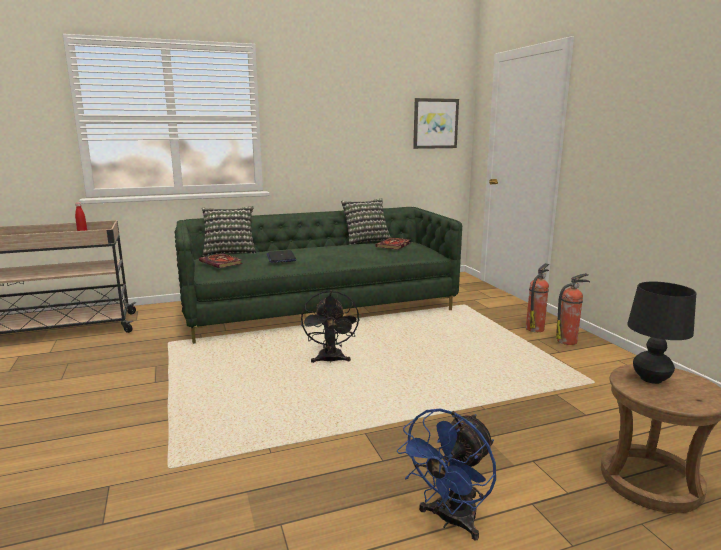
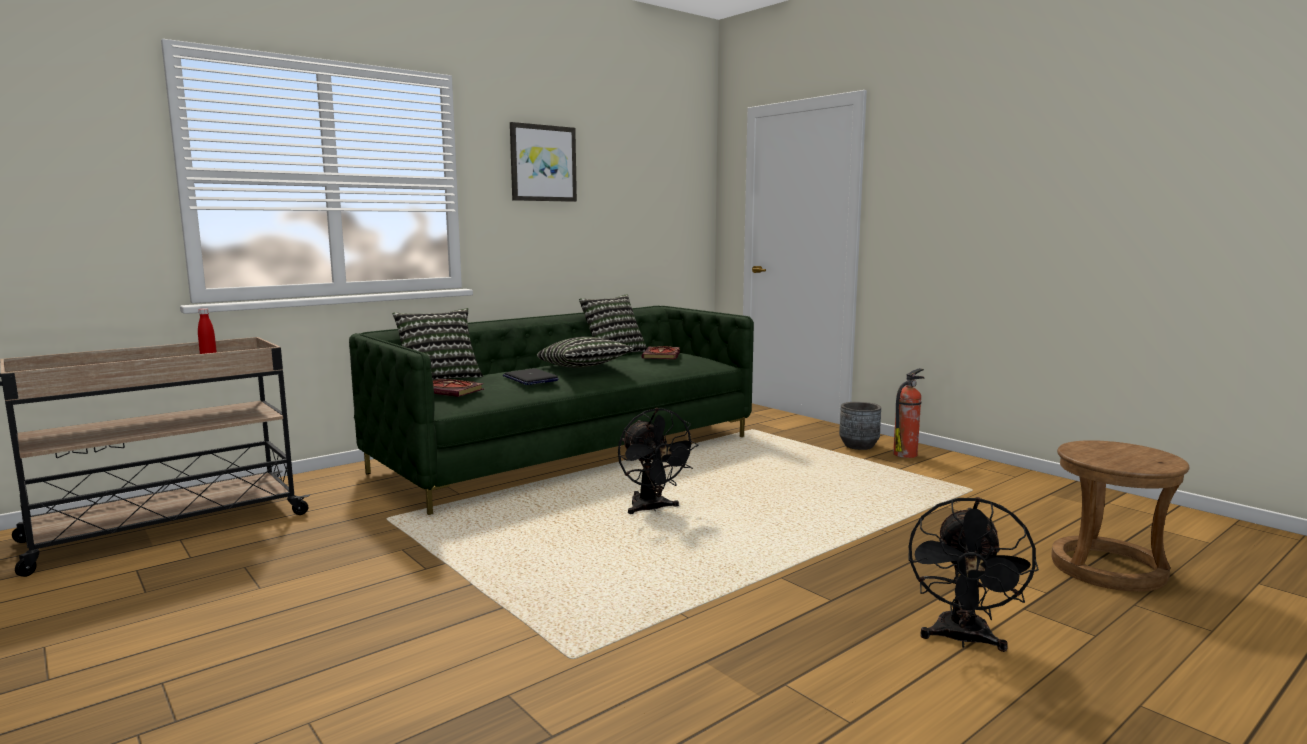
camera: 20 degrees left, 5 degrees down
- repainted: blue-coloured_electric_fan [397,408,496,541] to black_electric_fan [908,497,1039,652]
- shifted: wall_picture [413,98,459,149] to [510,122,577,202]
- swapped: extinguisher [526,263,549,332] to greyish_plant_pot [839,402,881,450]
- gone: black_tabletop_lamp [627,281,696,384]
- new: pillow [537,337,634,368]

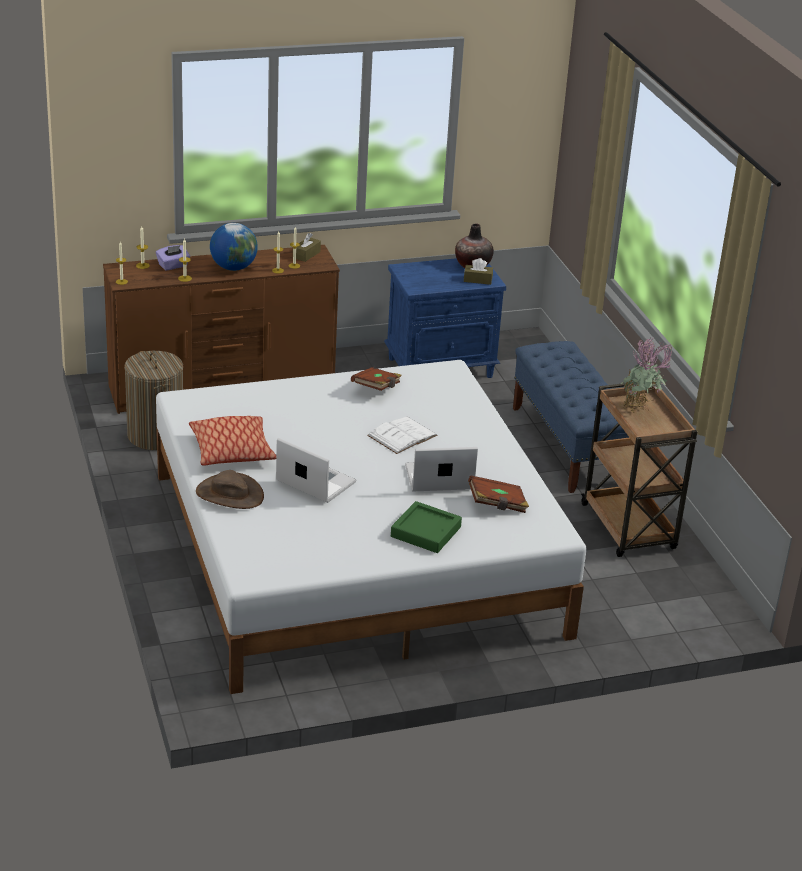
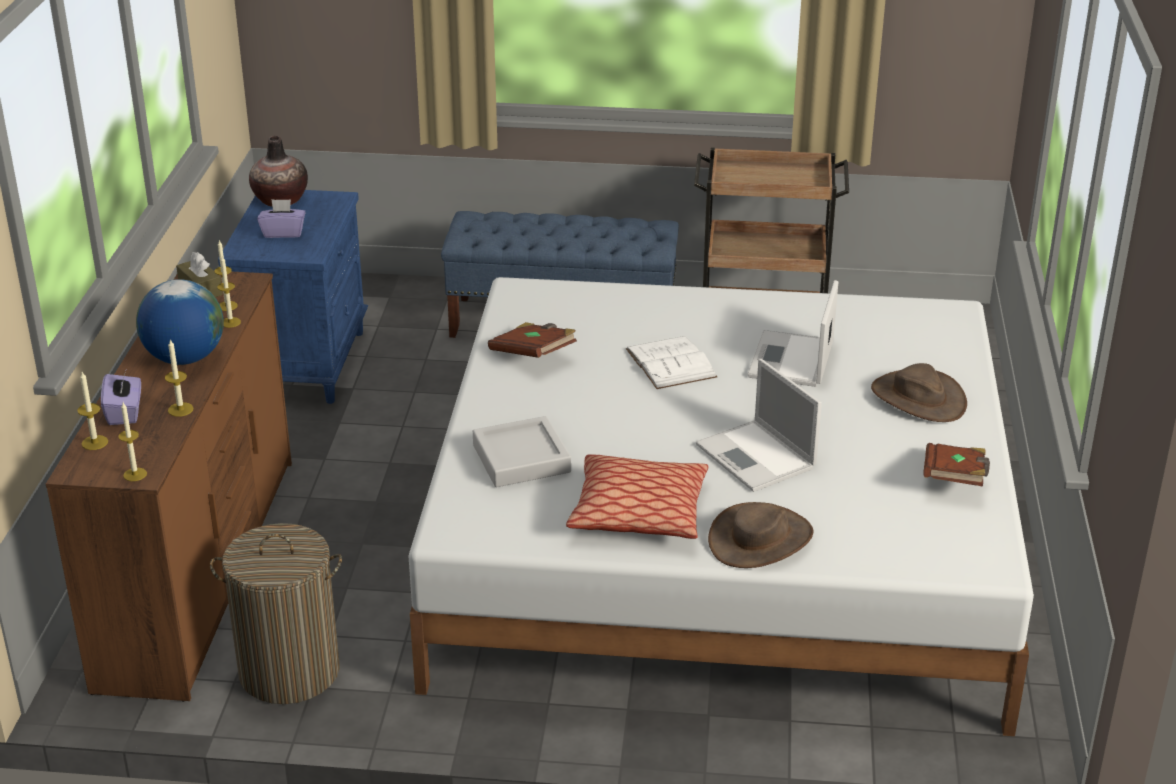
camera: 65 degrees left, 0 degrees up
- rotated: notebook_computer [276,438,356,503] = [696,359,822,492] 90 degrees counterclockwise
- swapped: green_carrying_tray [391,501,462,553] to brown_clothing_hat [871,363,967,422]
- gone: brown_box_of_tissues [464,258,493,285]
- shifted: brown_volume [468,476,529,513] to [923,443,990,486]
- gone: houseplant [621,336,672,412]
- new: purplish_box_of_tissues [257,199,306,238]
- new: greyish_carrying_tray [473,416,571,487]

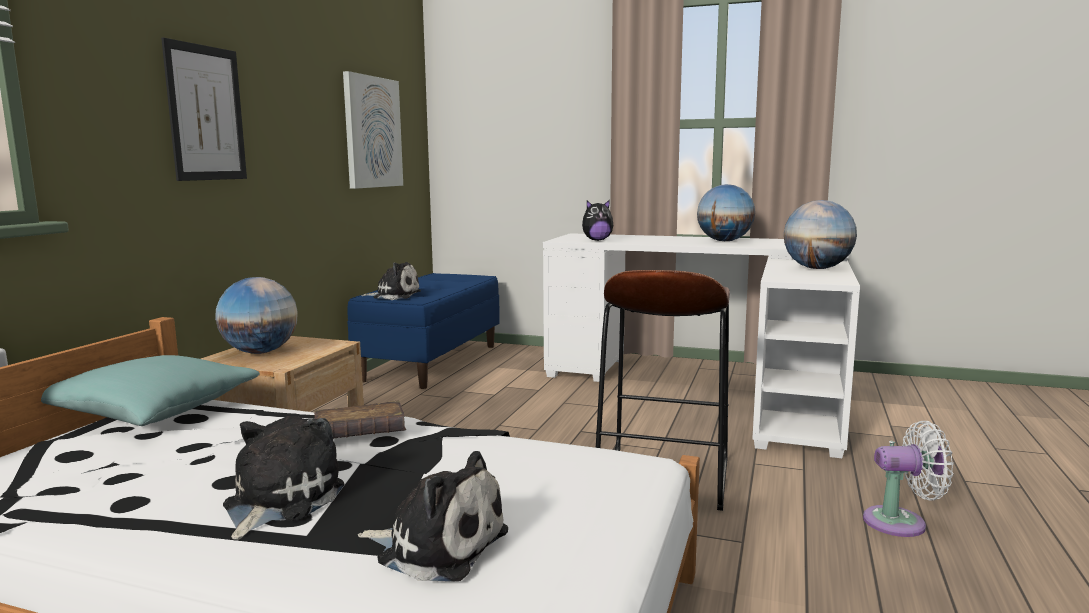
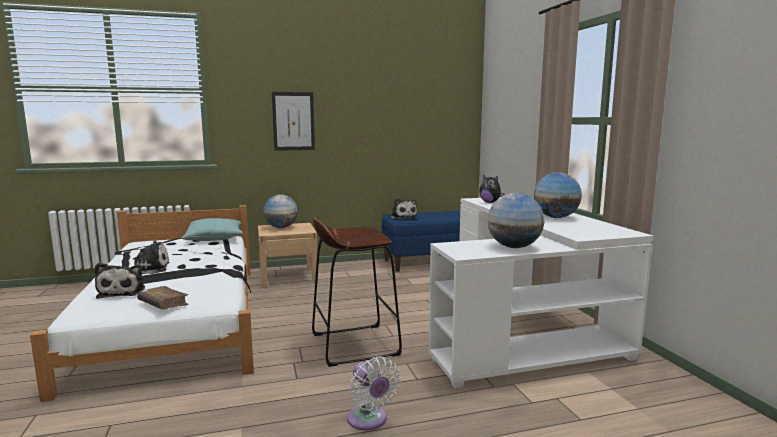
camera: 55 degrees right, 0 degrees up
- shifted: brown_volume [314,400,406,439] to [137,286,189,310]
- gone: wall_picture [343,71,403,189]

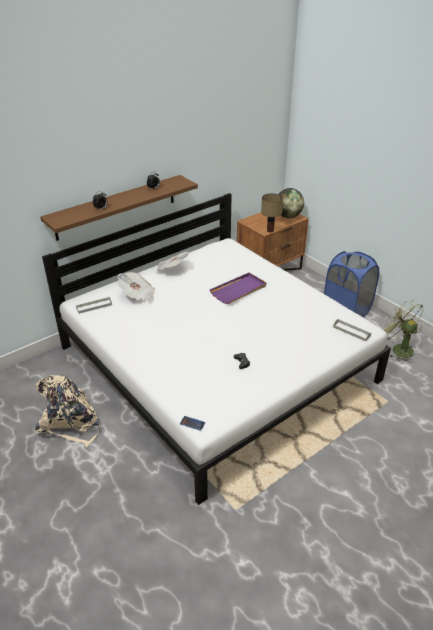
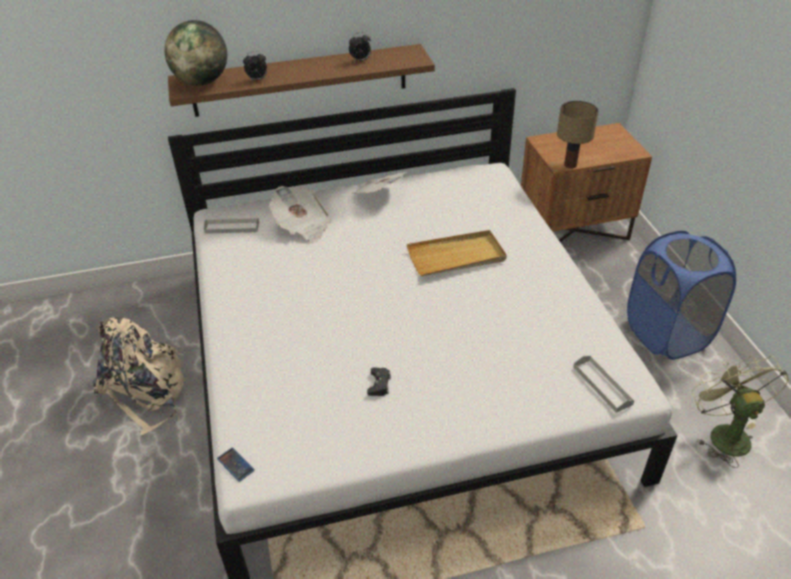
camera: 25 degrees right, 5 degrees up
- repainted: purplish_carrying_tray [210,273,266,304] to sand-coloured_carrying_tray [407,230,507,276]
- shifted: world_globe [279,188,304,218] to [165,20,227,86]

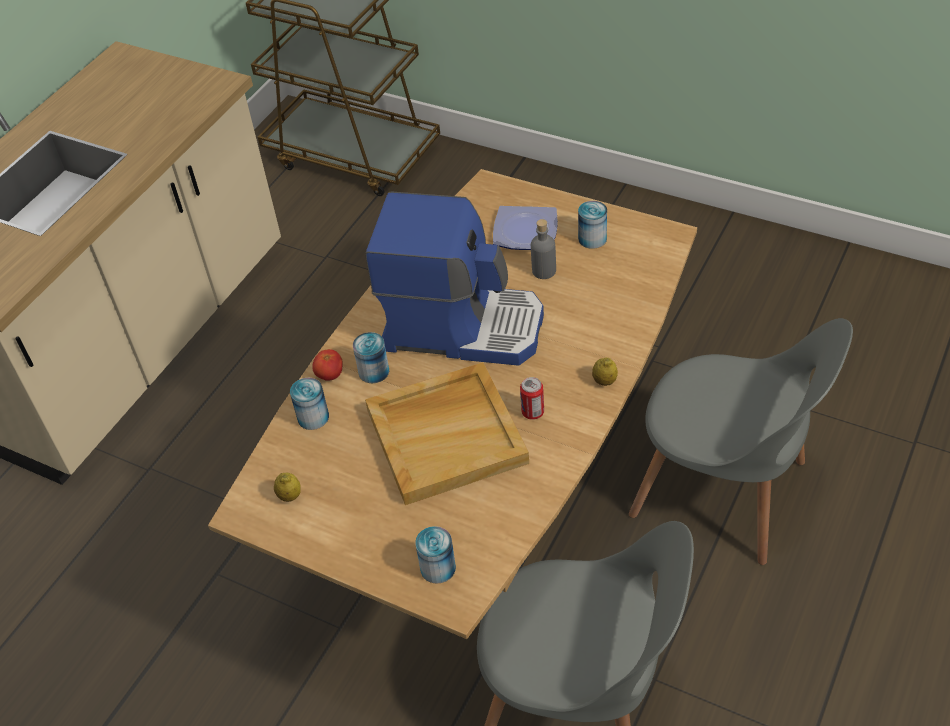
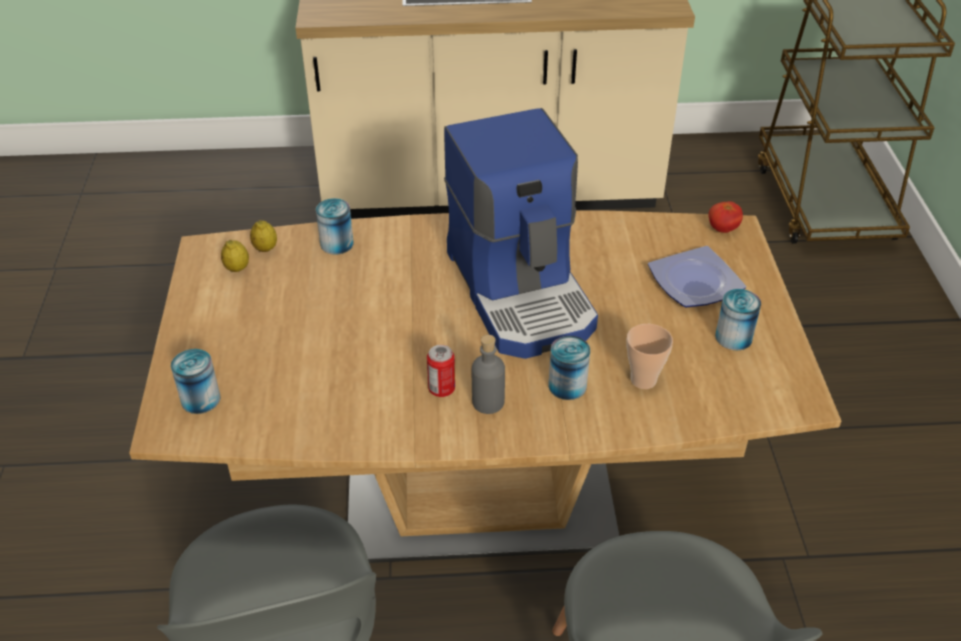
camera: 55 degrees right, 5 degrees down
- shifted: whole_tomato [312,349,343,381] to [708,201,743,233]
- shifted: metal_can [353,332,389,383] to [548,336,590,400]
- gone: sand-coloured_carrying_tray [365,362,529,505]
- shifted: greyish_drink_bottle [531,219,556,279] to [472,335,505,414]
- shifted: citrus_fruit [592,357,618,386] to [250,220,277,252]
- new: drinking_cup [626,324,673,389]

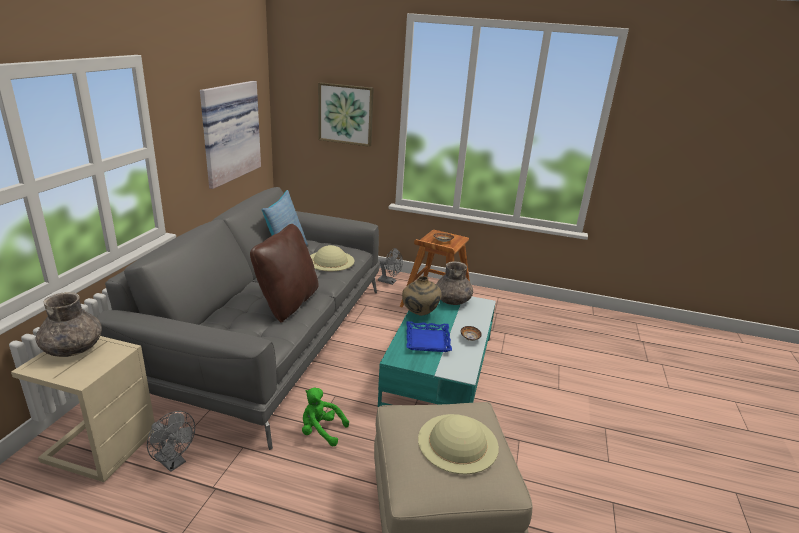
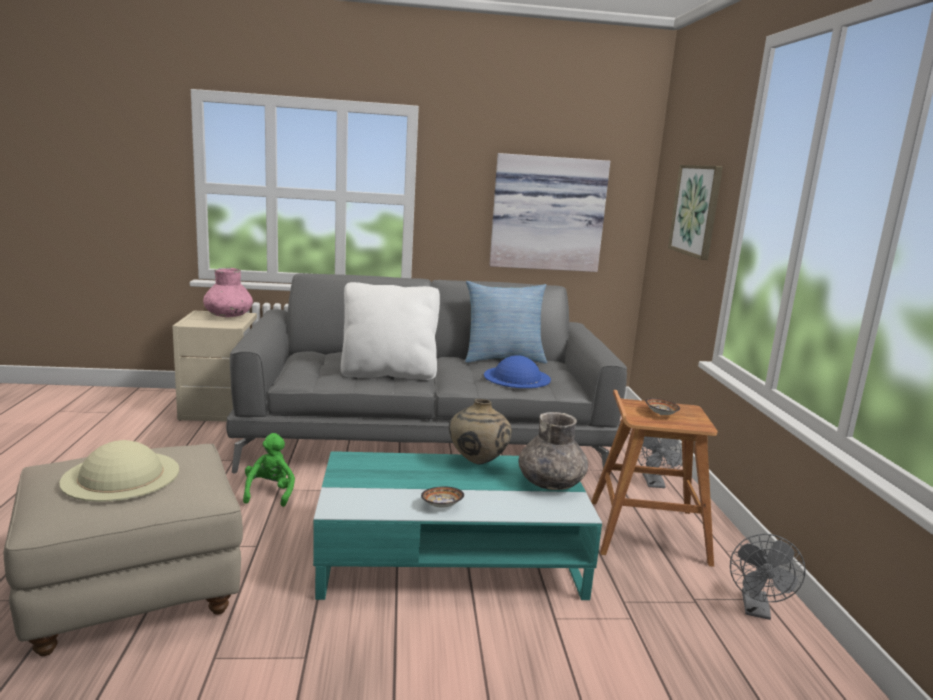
camera: 70 degrees right, 10 degrees down
- repainted: greyish_decorative_vase [35,292,102,357] to pink-coloured_decorative_vase [203,268,253,317]
- shifted: greyish_electric_fan [147,411,195,472] to [730,534,806,620]
- repainted: brown_pillow [250,224,319,323] to whitish_pillow [341,282,440,380]
- repainted: sand-coloured_clothing_hat [310,245,354,271] to blue-coloured_clothing_hat [484,355,551,388]
- gone: blue-coloured_carrying_tray [406,321,452,352]

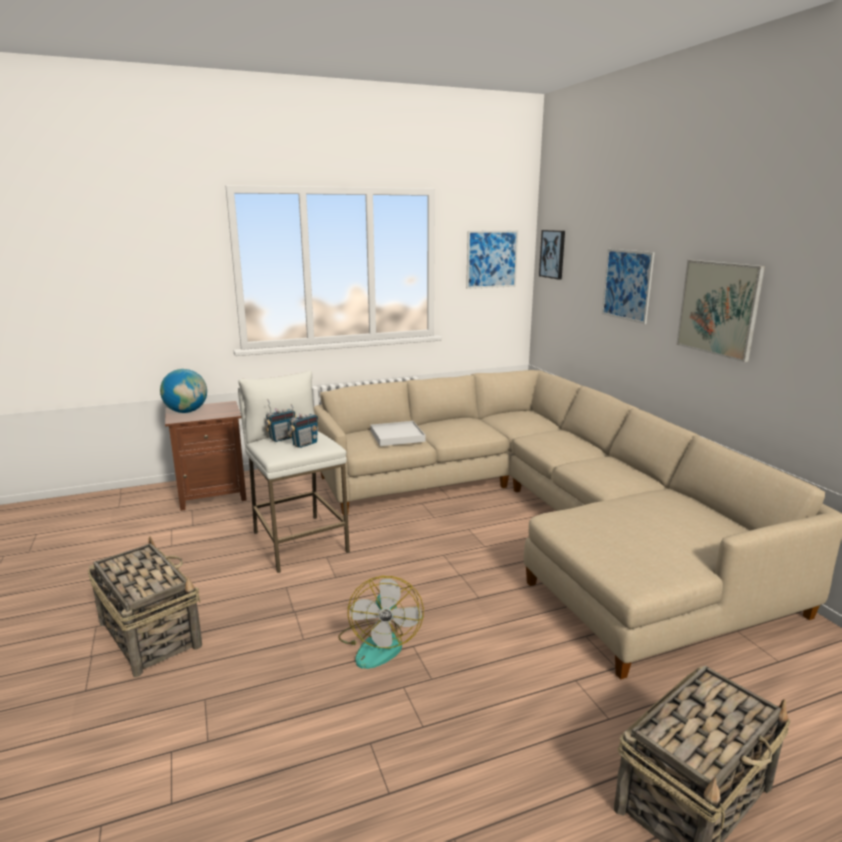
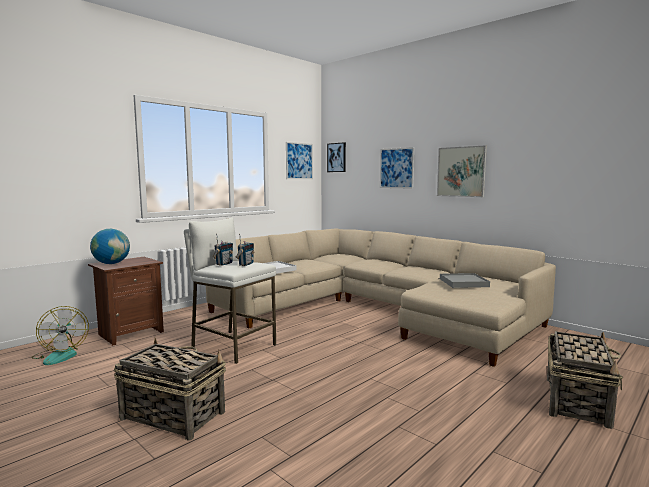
camera: 25 degrees left, 10 degrees down
- shifted: electric_fan [338,576,424,669] to [31,306,89,365]
- new: greyish_carrying_tray [440,273,490,288]

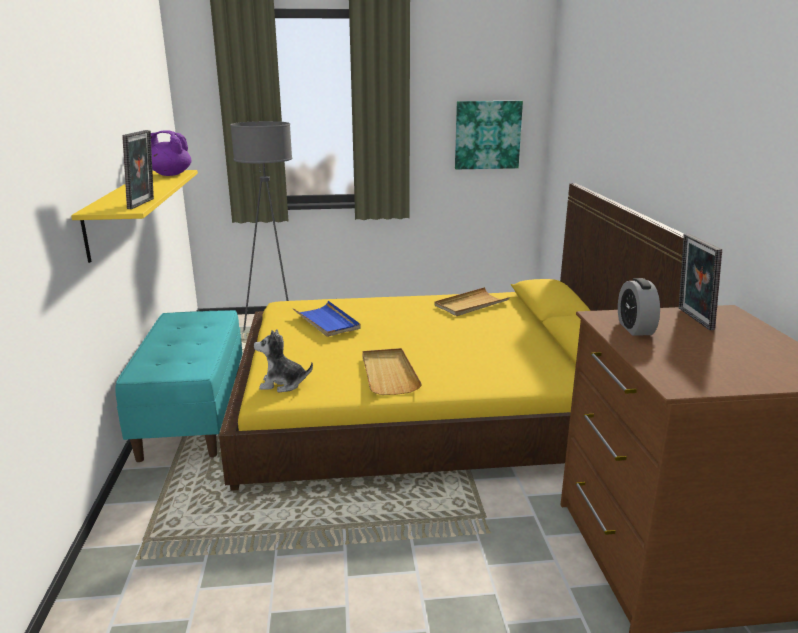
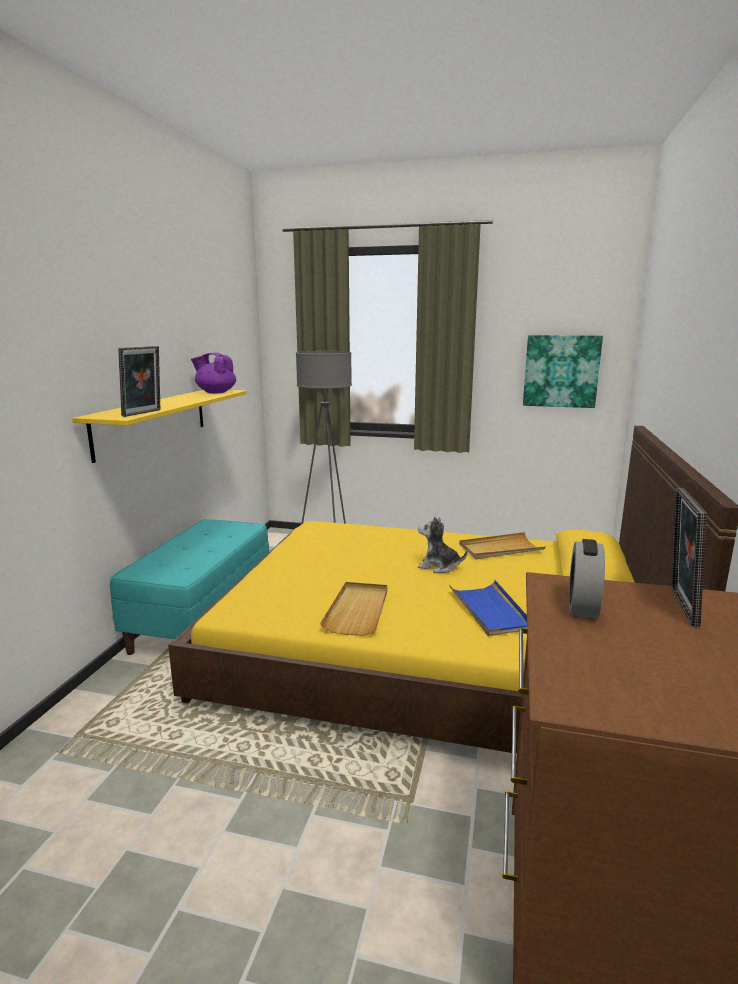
camera: 20 degrees right, 5 degrees down
- shifted: soft_toy [254,329,313,393] to [418,517,467,573]
- shifted: blue-coloured_carrying_tray [293,301,361,337] to [449,580,527,636]

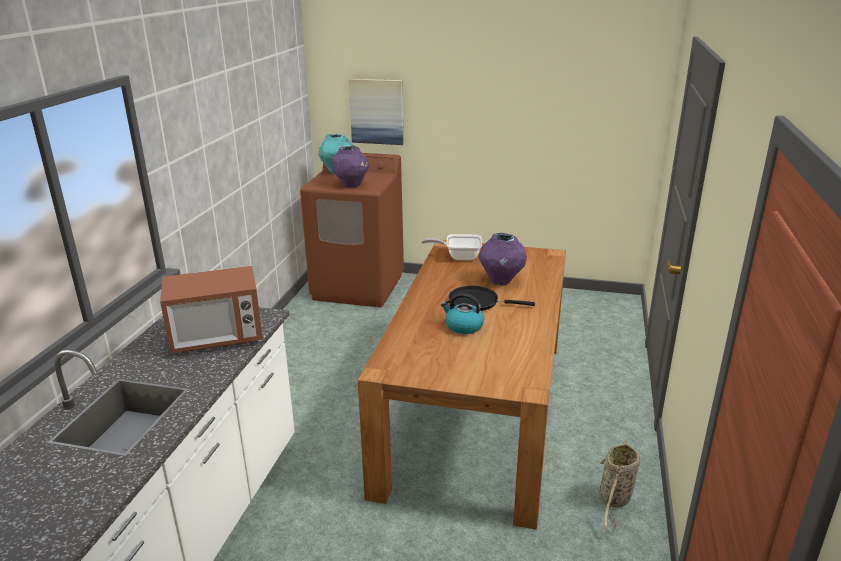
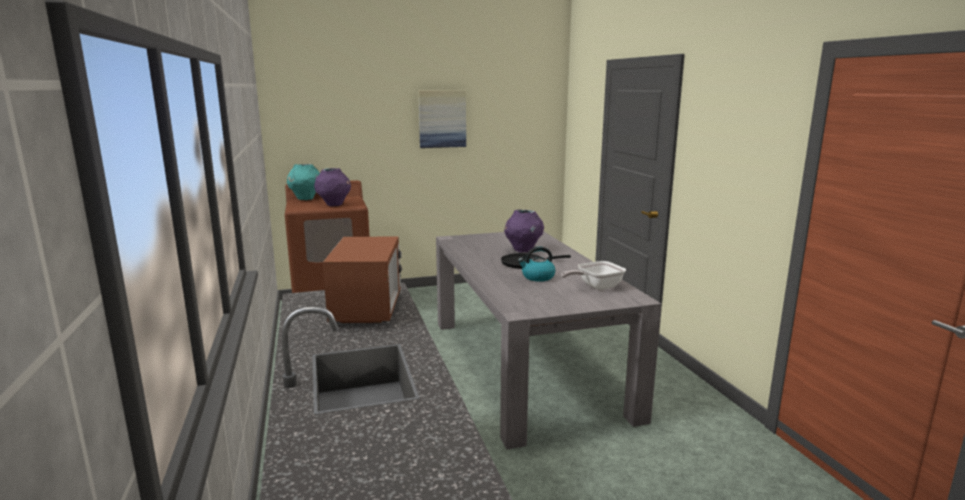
camera: 30 degrees left, 10 degrees down
- rotated: microwave_oven [160,266,263,353] = [323,237,403,323] 45 degrees counterclockwise
- shifted: wall_picture [349,79,404,145] to [418,91,466,148]
- repainted: brown_dinner_table [358,240,566,530] to greyish_dinner_table [436,231,662,449]
- shifted: frying_pan [421,234,482,260] to [561,261,626,290]
- gone: household_basket [598,439,640,533]

